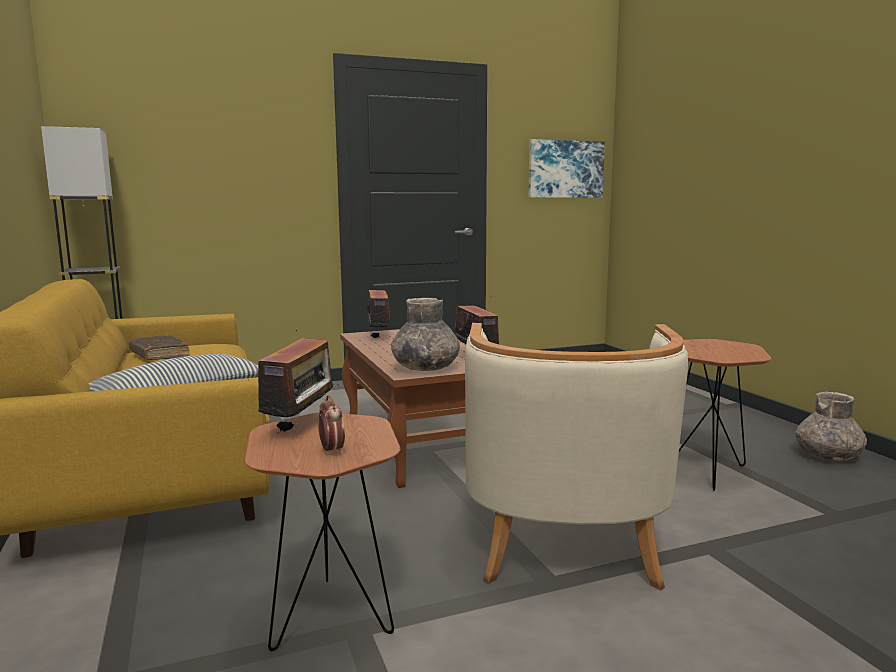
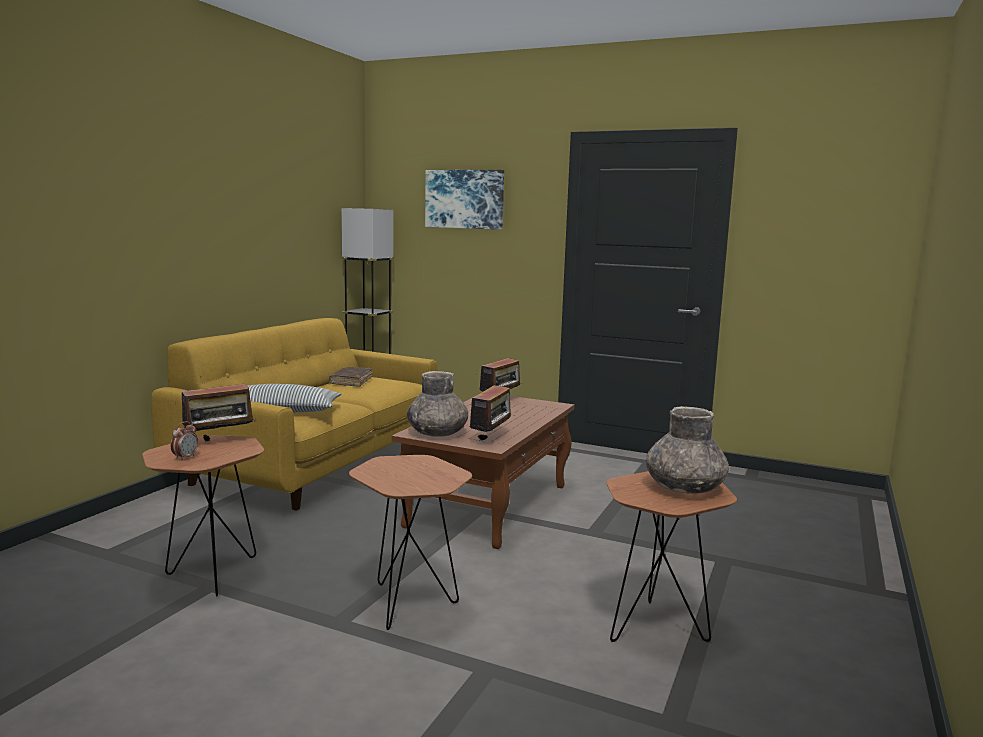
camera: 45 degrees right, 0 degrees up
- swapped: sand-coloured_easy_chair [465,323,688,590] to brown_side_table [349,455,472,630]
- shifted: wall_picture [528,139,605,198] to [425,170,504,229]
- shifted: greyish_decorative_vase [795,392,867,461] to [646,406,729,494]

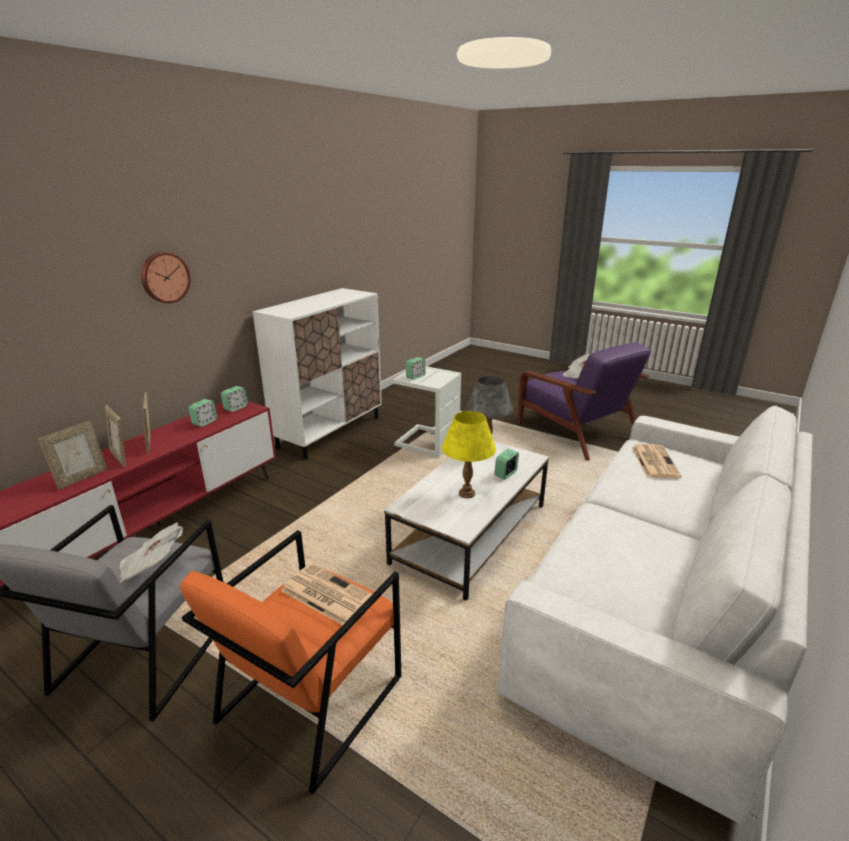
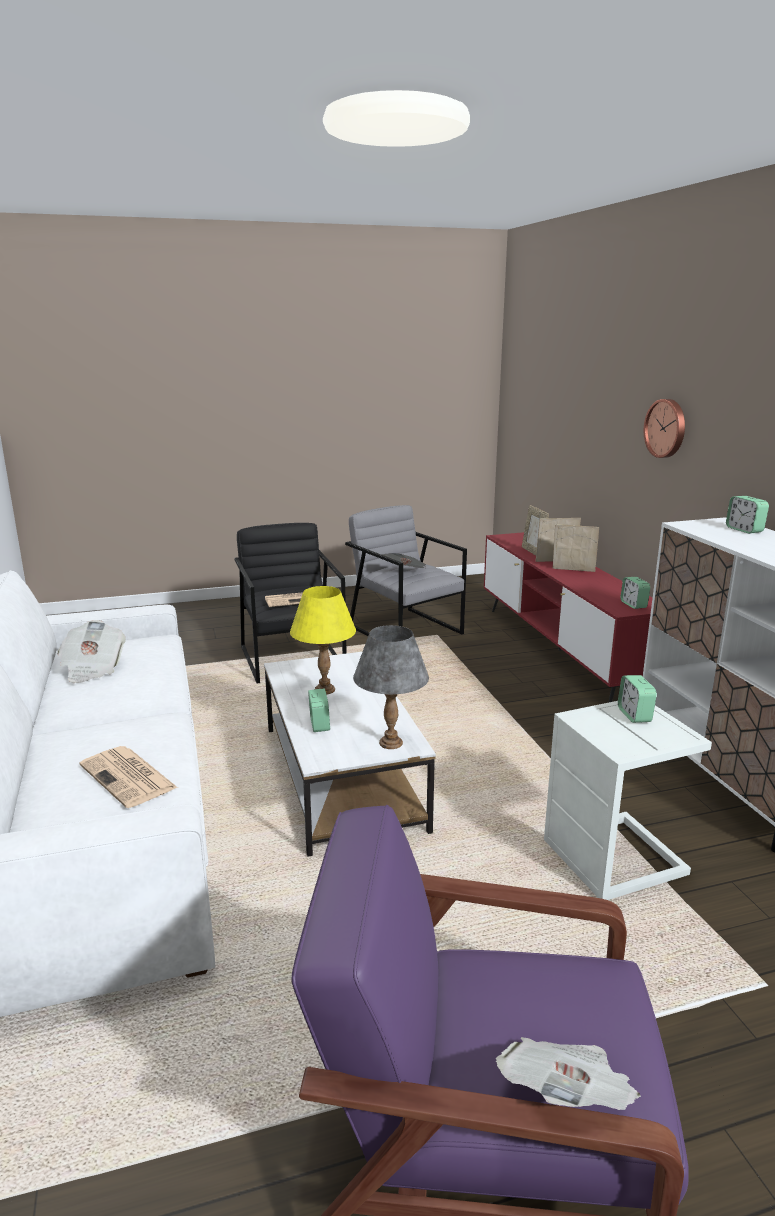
camera: 130 degrees right, 5 degrees down
- repainted: orange-coloured_easy_chair [180,530,401,795] to black_easy_chair [234,523,347,683]
- shifted: bedside_clock [189,399,217,427] to [726,496,769,534]
- new: printed_paper [58,620,126,683]

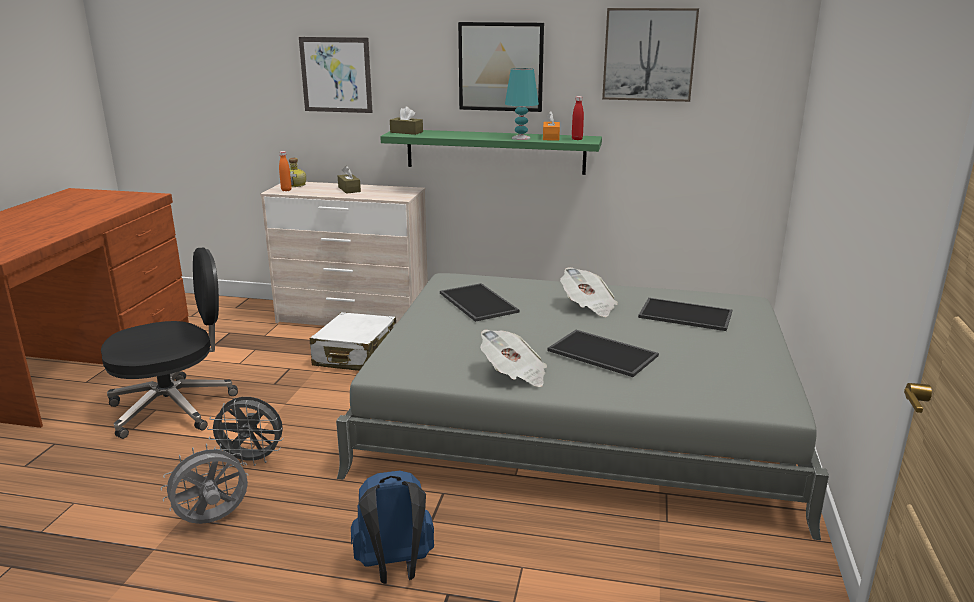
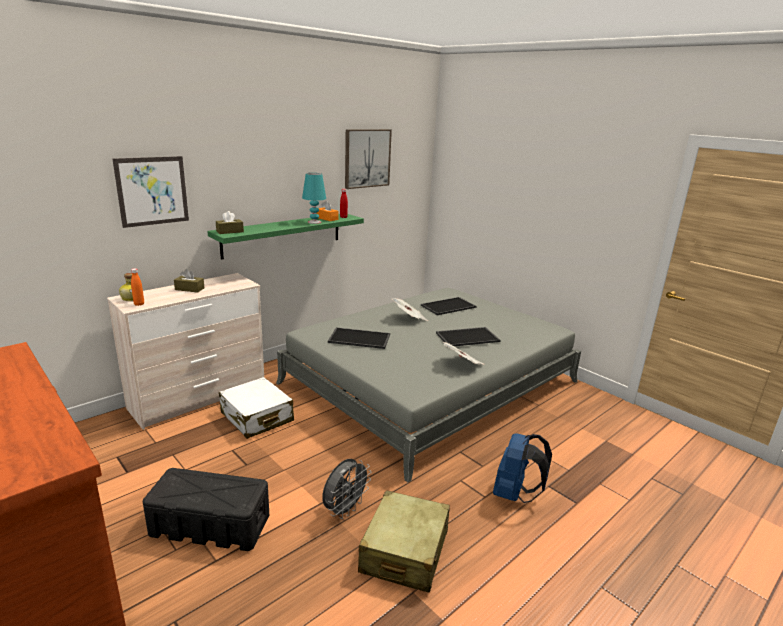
camera: 55 degrees left, 0 degrees up
- swapped: black_office_chair [101,248,238,439] to black_storage_bin [143,468,269,551]
- swapped: greyish_electric_fan [161,443,249,524] to sand-coloured_piece_of_luggage [358,490,450,593]
- gone: wall_picture [458,22,544,112]

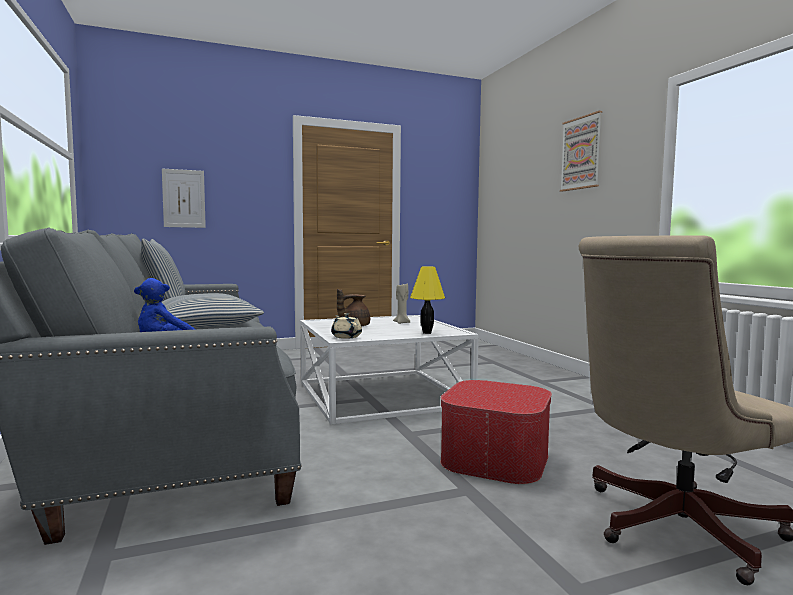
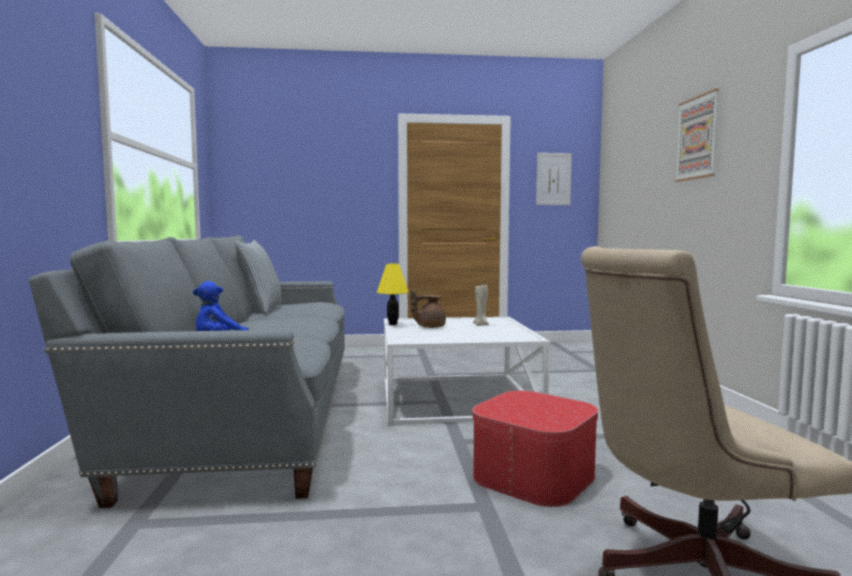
camera: 15 degrees right, 0 degrees up
- shifted: wall_picture [162,169,206,228] to [536,153,572,205]
- gone: pillow [162,293,264,329]
- gone: sand-coloured_pot_for_tea [331,313,362,339]
- shifted: yellow_tabletop_lamp [410,267,445,334] to [377,264,409,325]

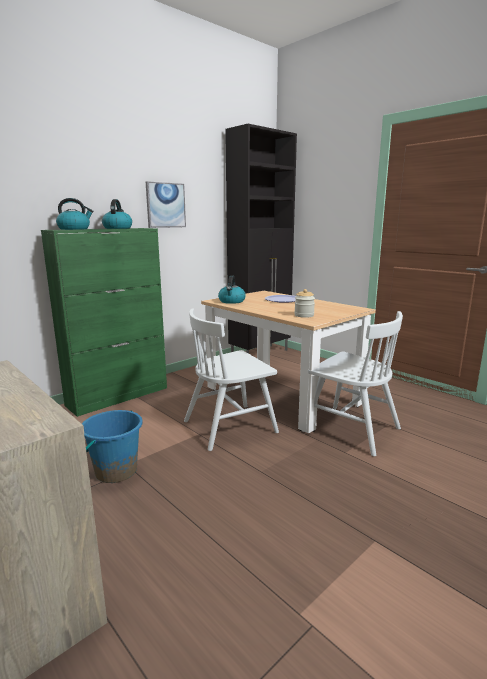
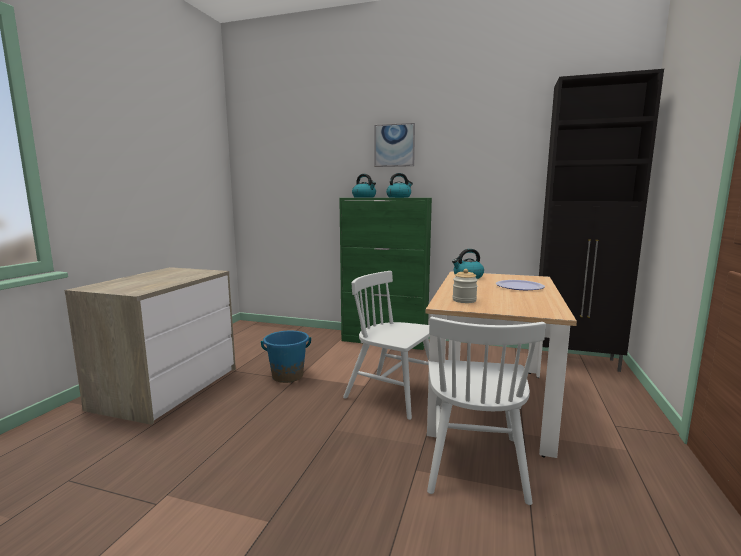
camera: 60 degrees right, 5 degrees down
- shifted: wall_picture [146,181,186,228] to [374,123,415,167]

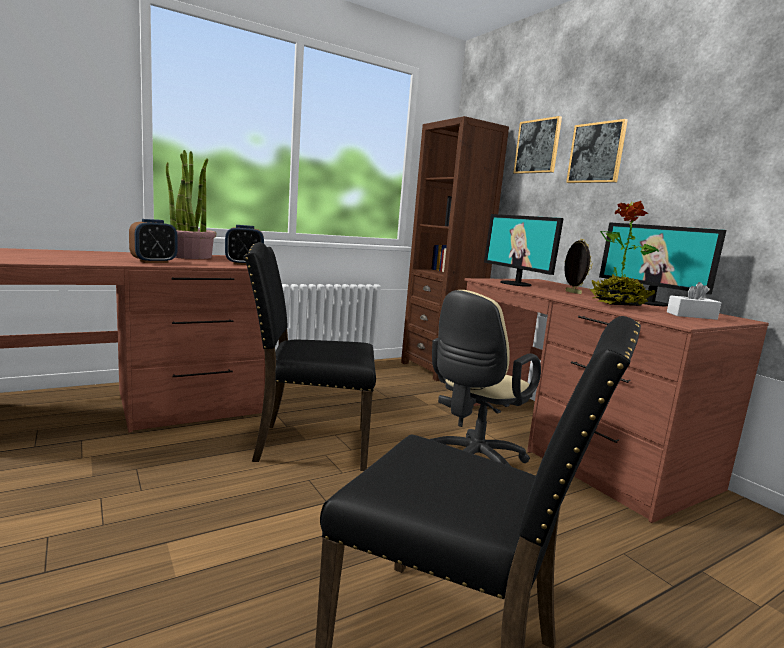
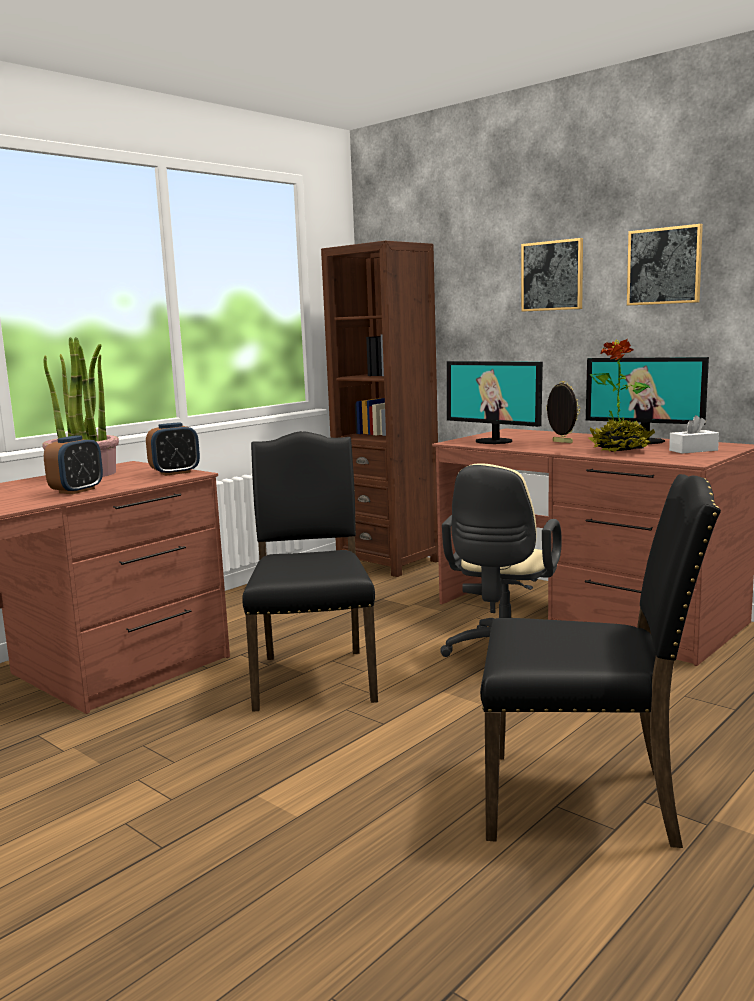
camera: 15 degrees left, 0 degrees up
- rotated: black_chair [244,242,376,471] = [242,431,378,712] 105 degrees clockwise
- shifted: wall_picture [513,116,562,174] to [627,224,703,306]

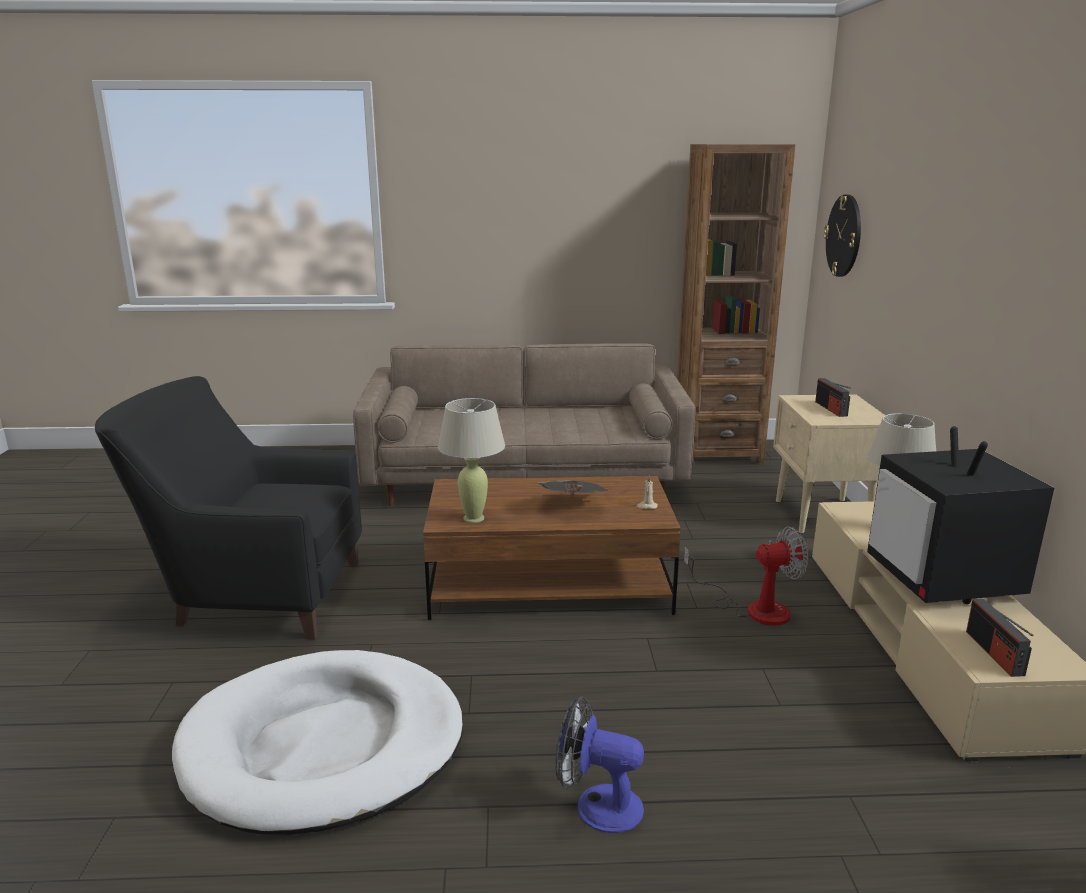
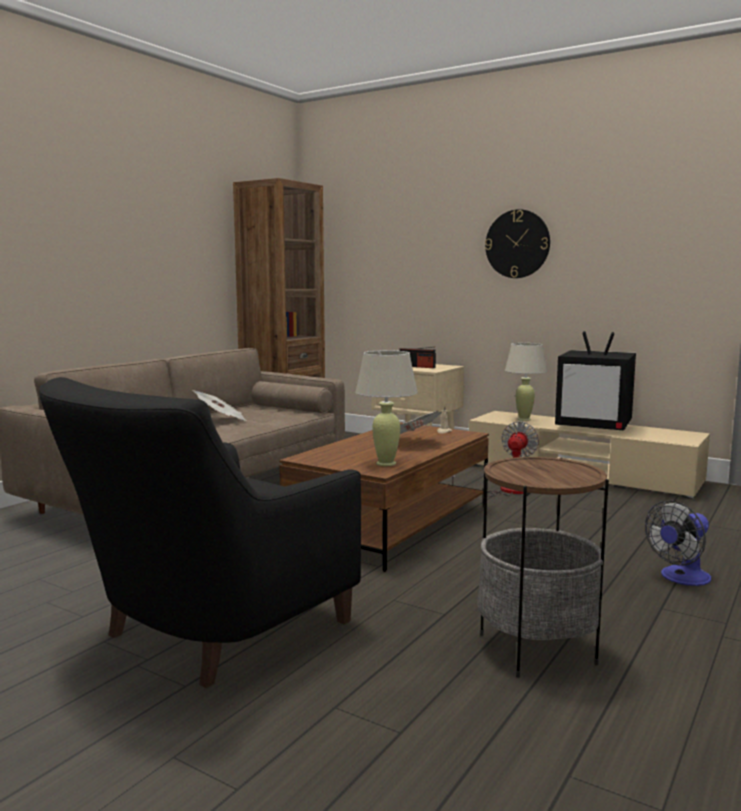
camera: 55 degrees left, 10 degrees down
- swapped: whitish_dog_bed [172,650,464,835] to side_table [477,457,609,678]
- shifted: hanging_clock [824,195,861,277] to [485,209,550,278]
- gone: radio_receiver [966,599,1034,677]
- new: printed_paper [192,390,247,421]

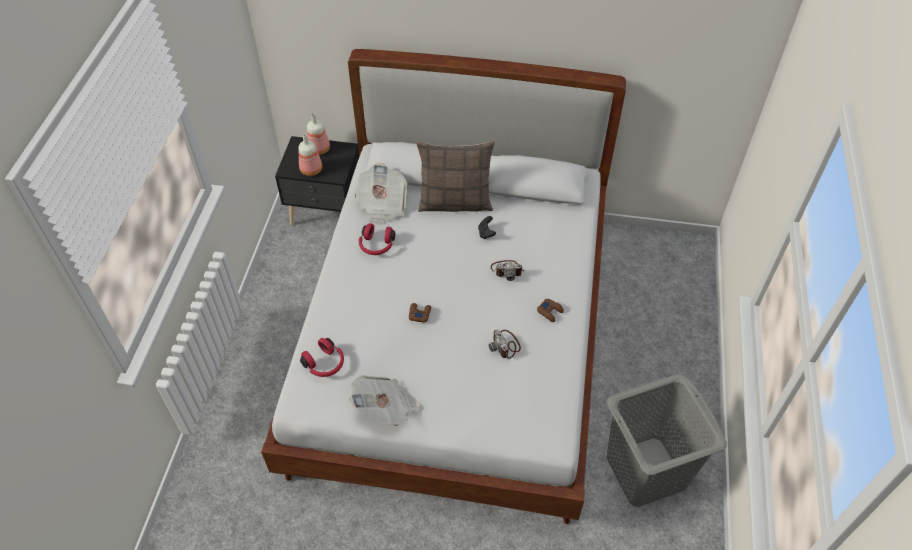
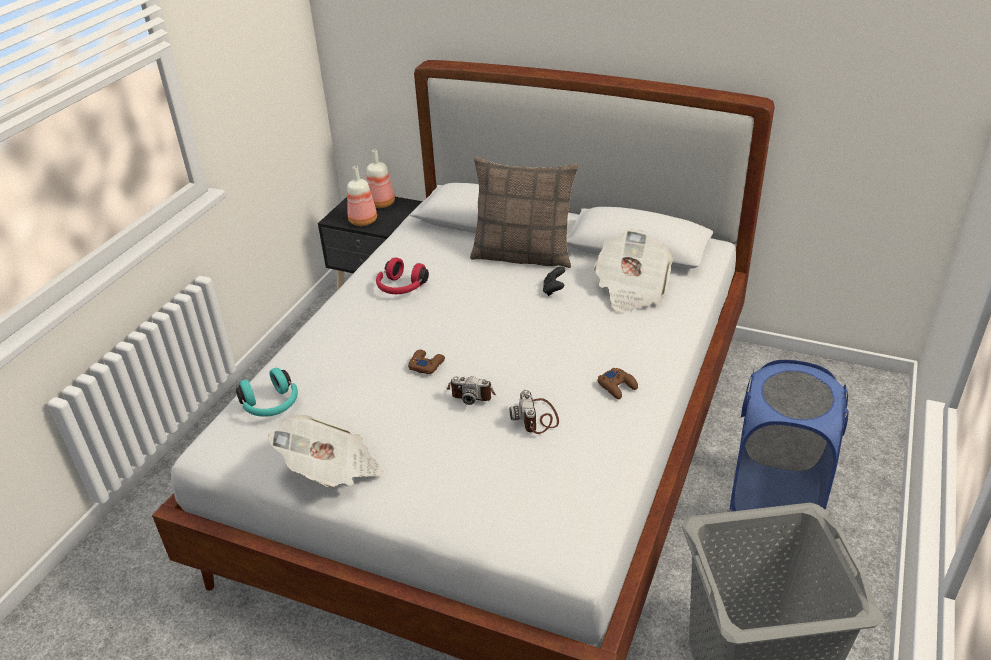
camera: 15 degrees right, 15 degrees down
- repainted: red_pair_of_headphones [300,338,344,377] to turquoise-coloured_pair_of_headphones [236,368,298,417]
- shifted: printed_paper [355,163,407,226] to [594,230,673,312]
- shifted: still_camera [491,260,524,281] to [447,376,496,405]
- new: blue-coloured_hamper [729,360,849,512]

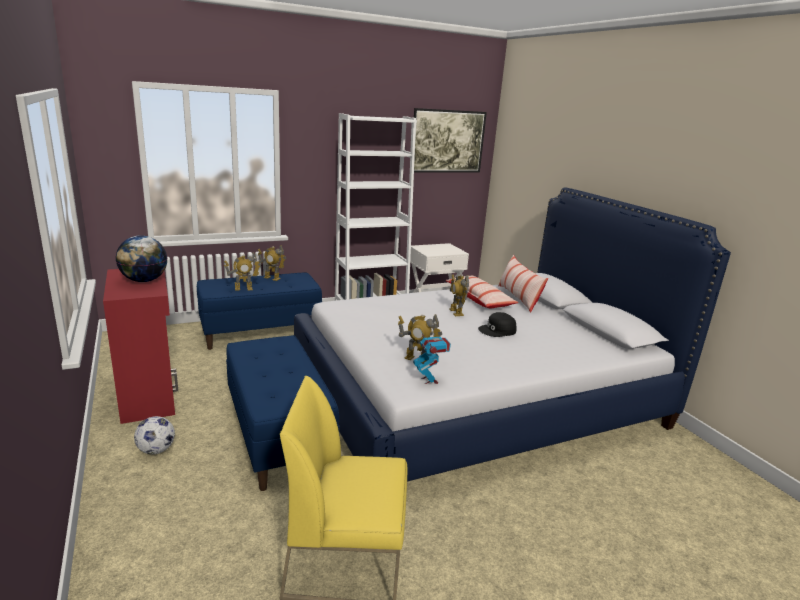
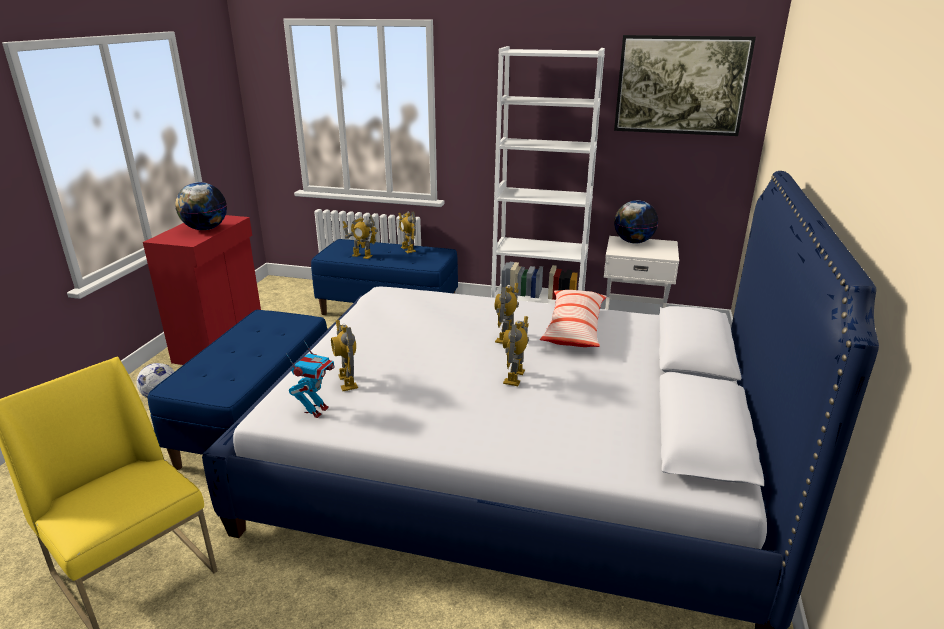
camera: 40 degrees right, 5 degrees up
- swapped: black_cap [478,312,517,337] to toy_robot [503,316,529,386]
- gone: pillow [498,255,548,313]
- new: world_globe [614,200,658,243]

